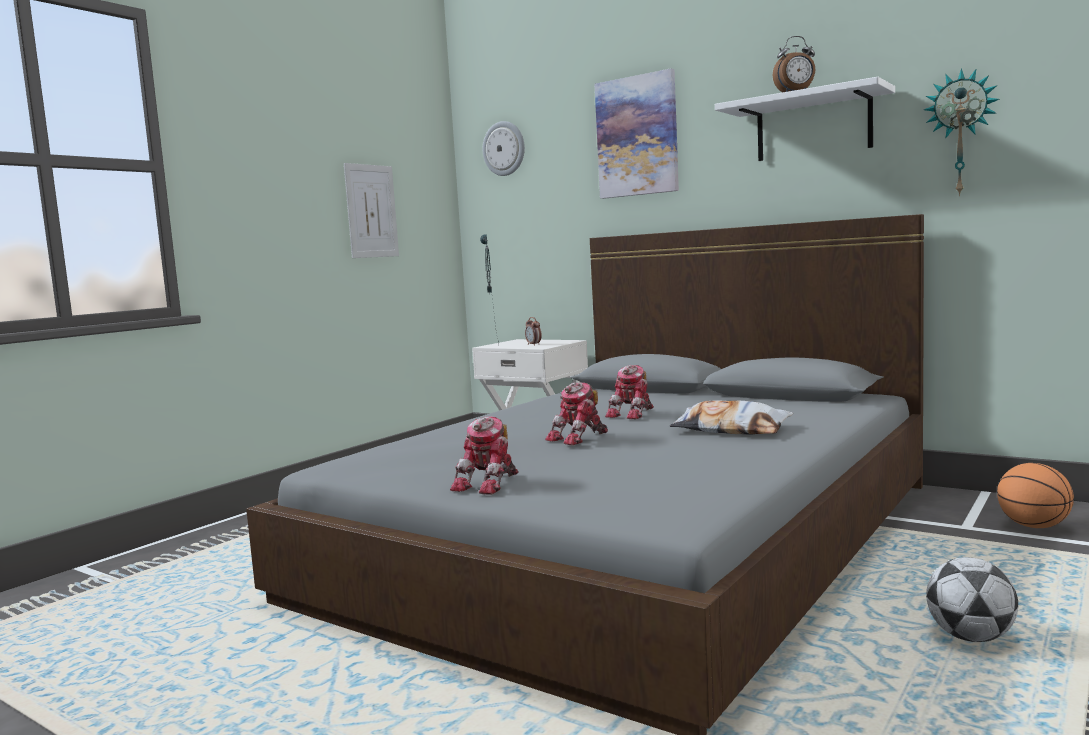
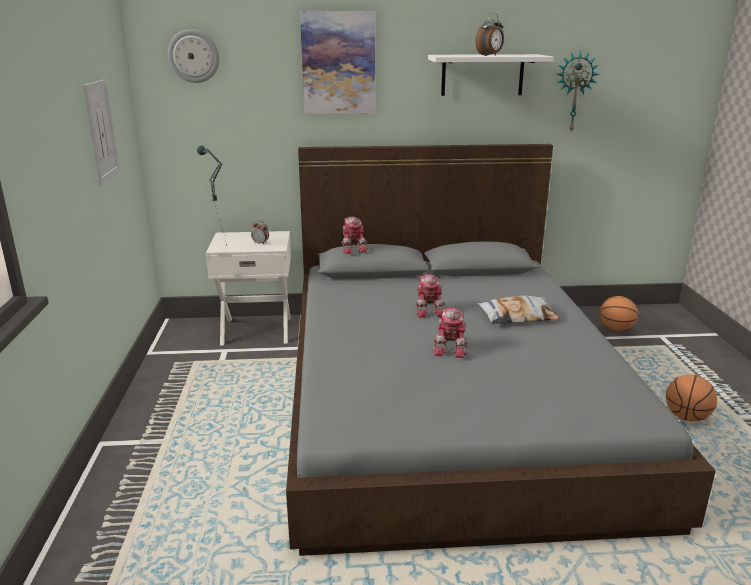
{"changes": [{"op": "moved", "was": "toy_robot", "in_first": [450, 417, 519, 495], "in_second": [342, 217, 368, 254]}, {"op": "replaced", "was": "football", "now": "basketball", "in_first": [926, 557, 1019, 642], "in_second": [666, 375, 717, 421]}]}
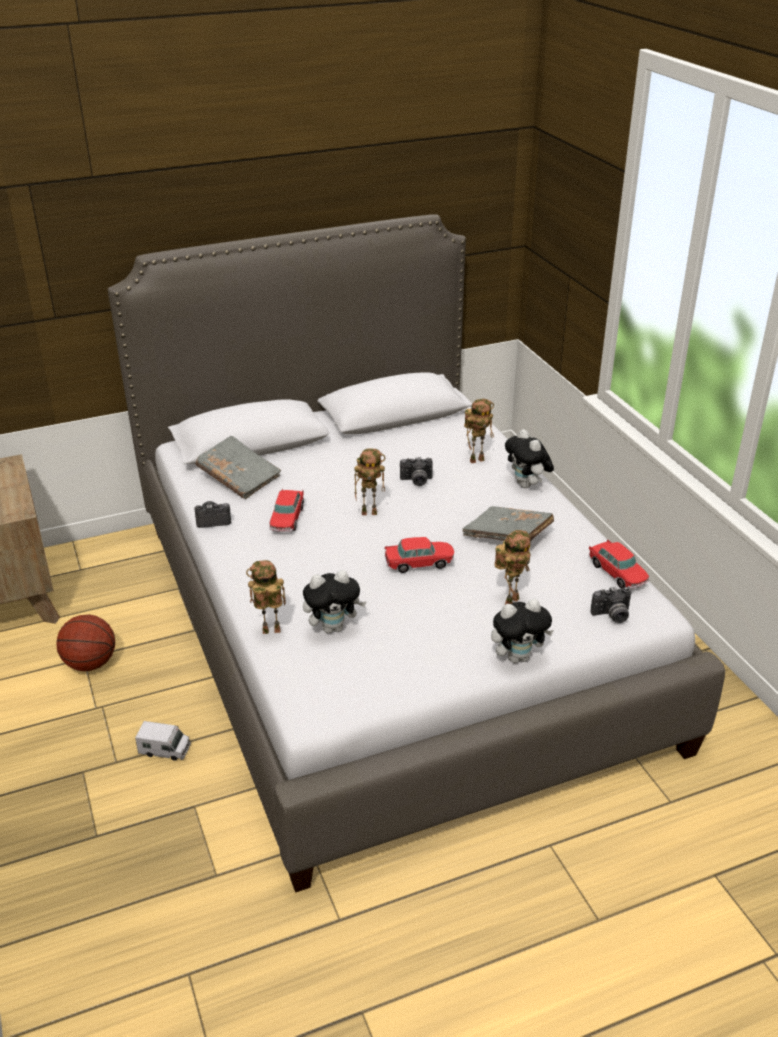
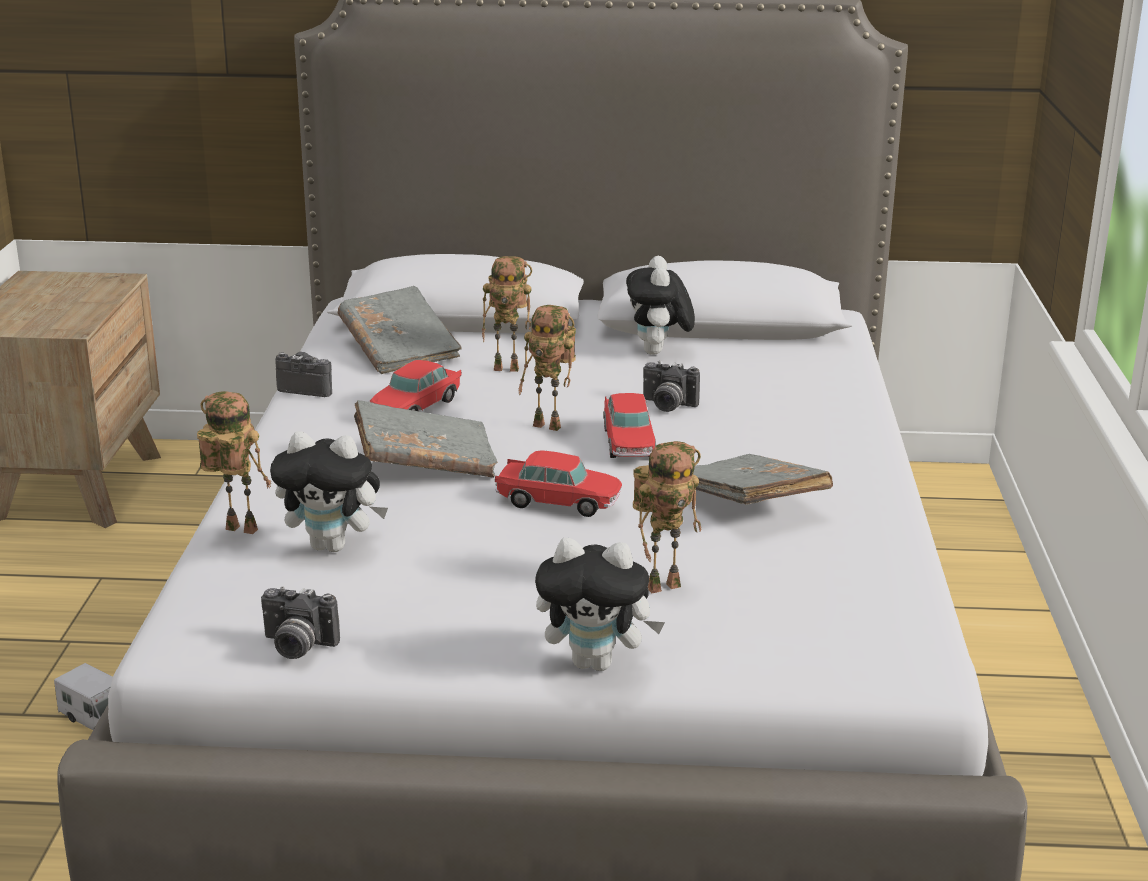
{"changes": [{"op": "removed", "was": "basketball", "in_first": [57, 614, 115, 671]}, {"op": "moved", "was": "toy_robot", "in_first": [464, 399, 494, 463], "in_second": [482, 256, 532, 372]}, {"op": "moved", "was": "plush_toy", "in_first": [505, 429, 554, 488], "in_second": [626, 256, 695, 355]}, {"op": "moved", "was": "toy_car", "in_first": [589, 539, 649, 589], "in_second": [603, 393, 656, 458]}, {"op": "moved", "was": "photo_camera", "in_first": [591, 587, 631, 623], "in_second": [261, 586, 340, 659]}, {"op": "added", "now": "grey_book", "in_second": [354, 400, 497, 478]}]}
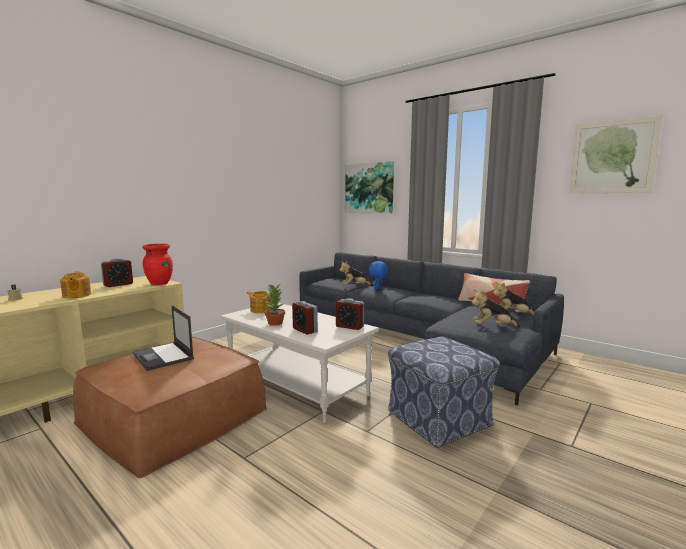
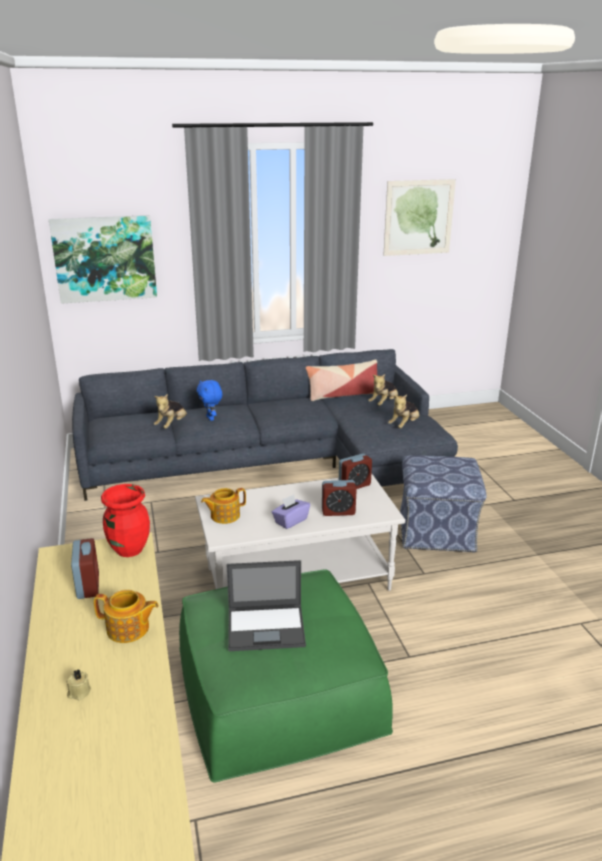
{"changes": [{"op": "recoloured", "was": "brown_ottoman", "now": "green_ottoman", "in_first": [73, 337, 267, 478], "in_second": [179, 569, 393, 783]}, {"op": "replaced", "was": "potted_plant", "now": "purple_tissue_box", "in_first": [265, 284, 285, 325], "in_second": [272, 494, 310, 529]}]}
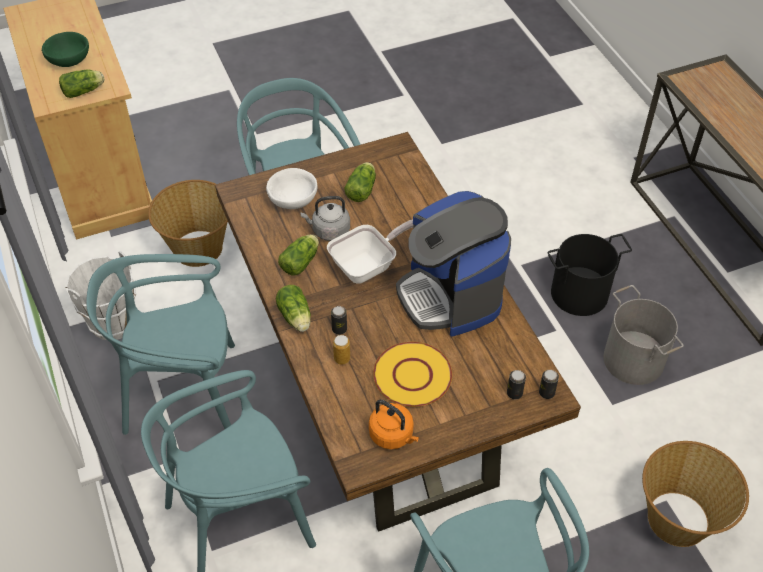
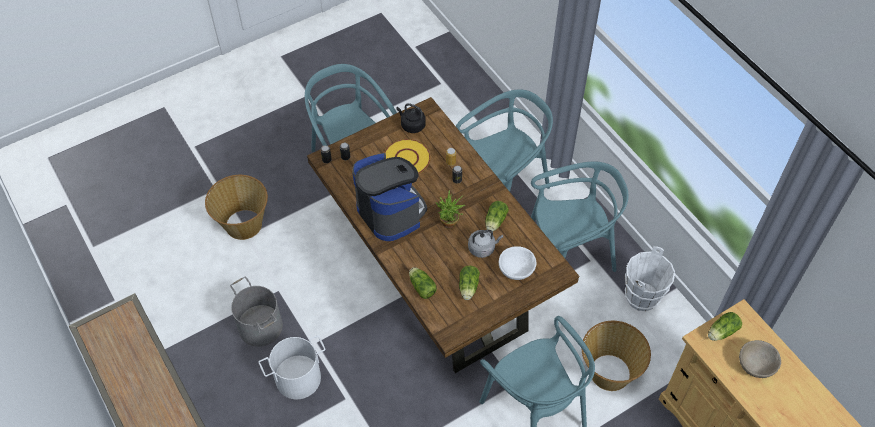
{"changes": [{"op": "recoloured", "was": "green_bowl", "now": "beige_bowl", "in_first": [42, 32, 89, 67], "in_second": [739, 340, 781, 378]}, {"op": "moved", "was": "lettuce", "in_first": [276, 285, 311, 332], "in_second": [409, 267, 437, 299]}, {"op": "replaced", "was": "frying_pan", "now": "potted_plant", "in_first": [327, 220, 414, 284], "in_second": [435, 190, 465, 229]}, {"op": "recoloured", "was": "orange_kettle", "now": "black_kettle", "in_first": [369, 400, 419, 449], "in_second": [396, 103, 426, 133]}, {"op": "recoloured", "was": "black_bucket", "now": "white_bucket", "in_first": [548, 234, 632, 316], "in_second": [258, 335, 325, 399]}]}
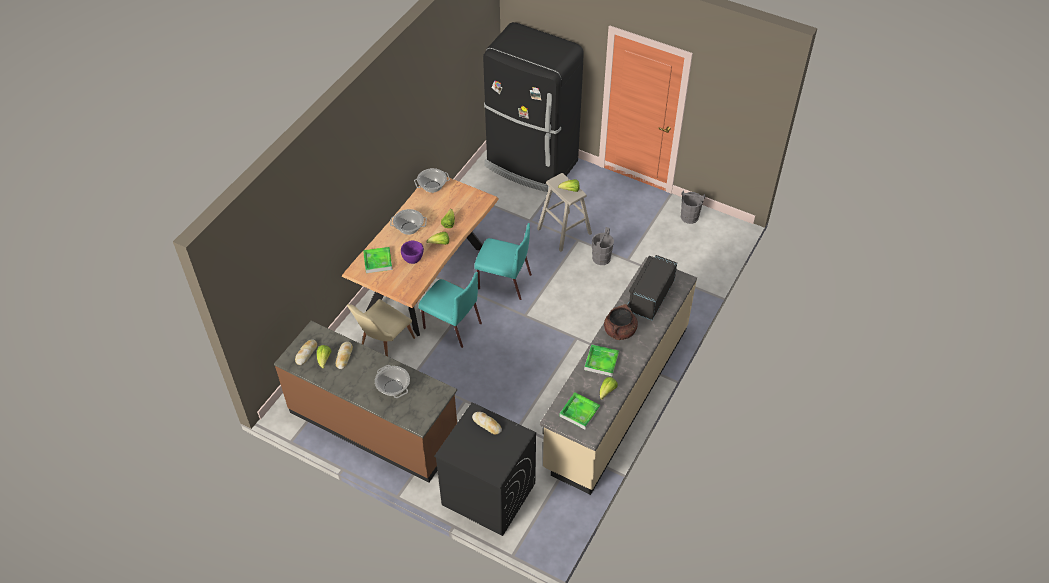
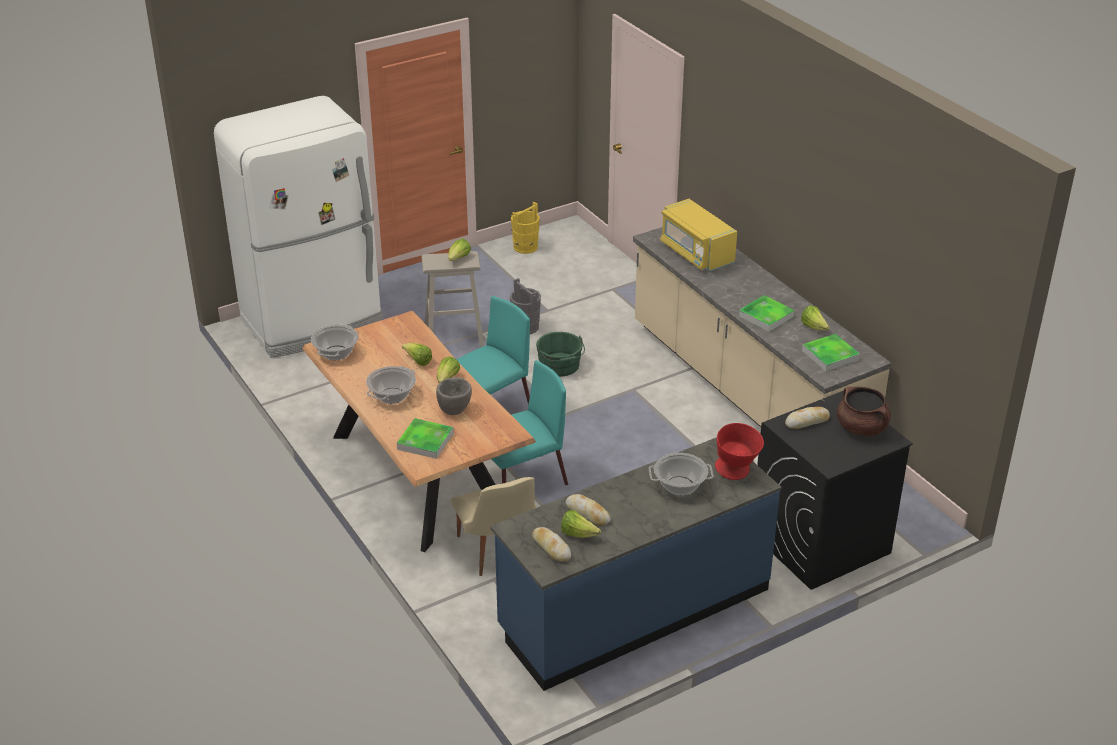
{"changes": [{"op": "recoloured", "was": "brown_counter", "now": "blue_counter", "in_first": [274, 321, 457, 483], "in_second": [490, 437, 781, 691]}, {"op": "recoloured", "was": "purple_bowl", "now": "grey_bowl", "in_first": [401, 241, 424, 264], "in_second": [436, 377, 472, 415]}, {"op": "recoloured", "was": "black_fridge", "now": "white_fridge", "in_first": [483, 22, 584, 193], "in_second": [214, 96, 383, 358]}, {"op": "moved", "was": "brown_cooking_pot", "in_first": [604, 304, 638, 340], "in_second": [837, 387, 891, 436]}, {"op": "recoloured", "was": "black_microwave", "now": "yellow_microwave", "in_first": [628, 255, 677, 320], "in_second": [660, 199, 737, 271]}, {"op": "recoloured", "was": "grey_bucket", "now": "yellow_bucket", "in_first": [681, 191, 705, 224], "in_second": [511, 202, 540, 254]}, {"op": "added", "now": "green_bucket", "in_second": [536, 332, 585, 377]}, {"op": "added", "now": "red_bowl", "in_second": [715, 423, 764, 480]}]}
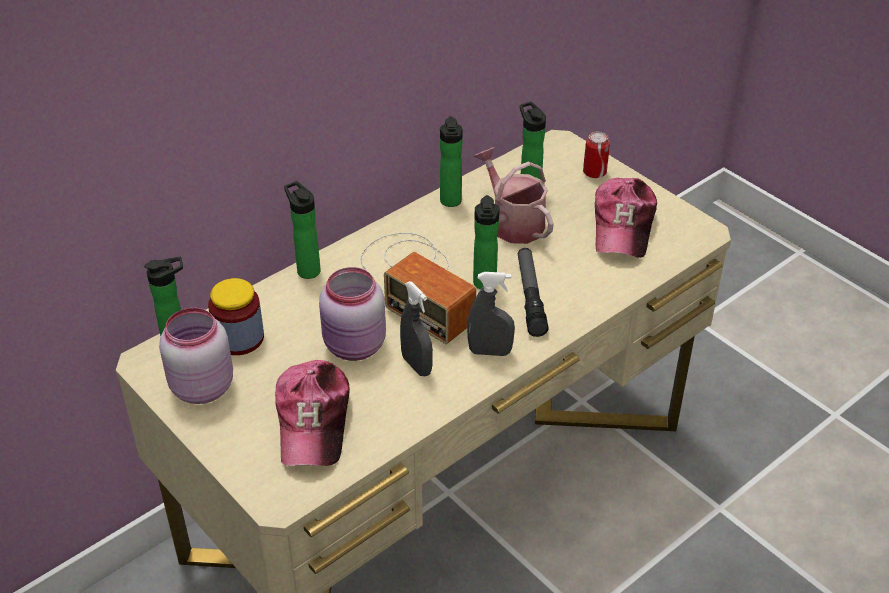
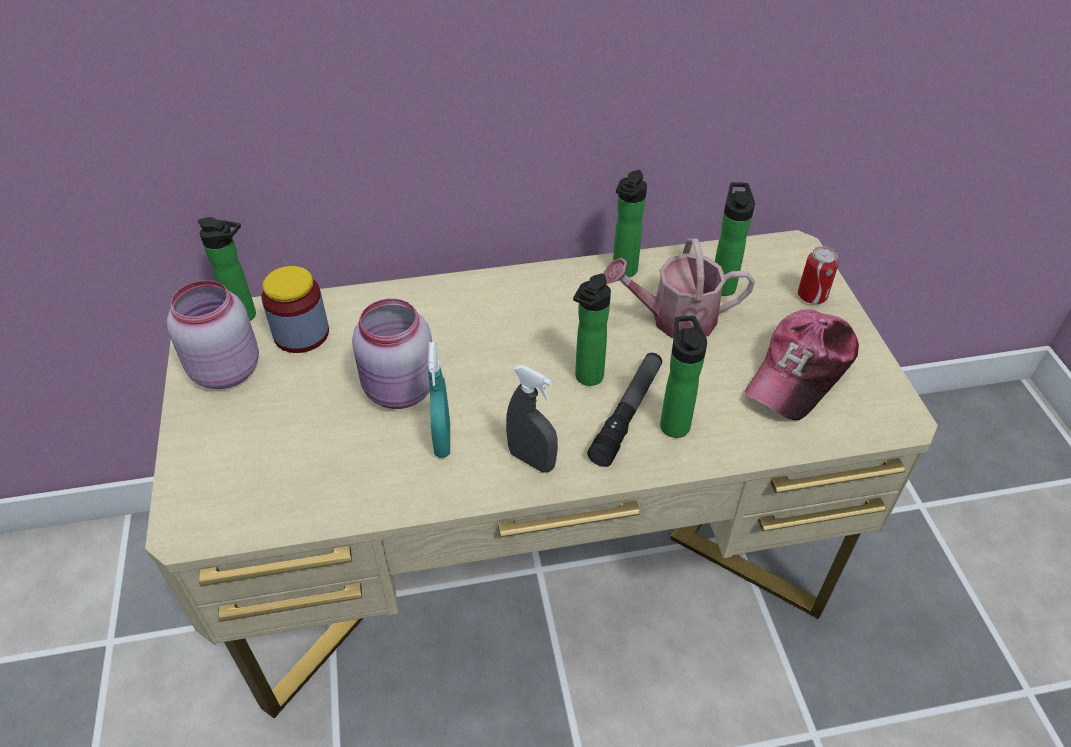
{"changes": [{"op": "removed", "was": "cap", "in_first": [275, 360, 350, 466]}, {"op": "moved", "was": "bottle", "in_first": [284, 181, 320, 279], "in_second": [660, 316, 707, 438]}, {"op": "removed", "was": "radio", "in_first": [360, 233, 476, 344]}, {"op": "recoloured", "was": "grey_spray_bottle", "now": "turquoise_spray_bottle", "in_first": [400, 281, 433, 376], "in_second": [428, 342, 450, 458]}, {"op": "turned", "was": "watering_can", "in_first": [474, 147, 554, 244], "in_second": [604, 238, 755, 338], "clockwise": -90}]}
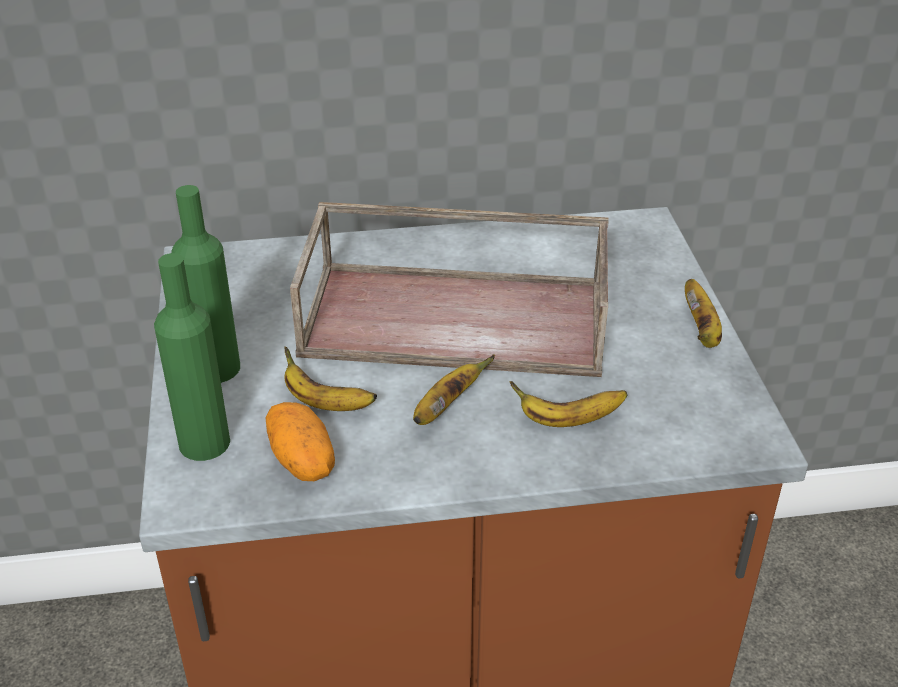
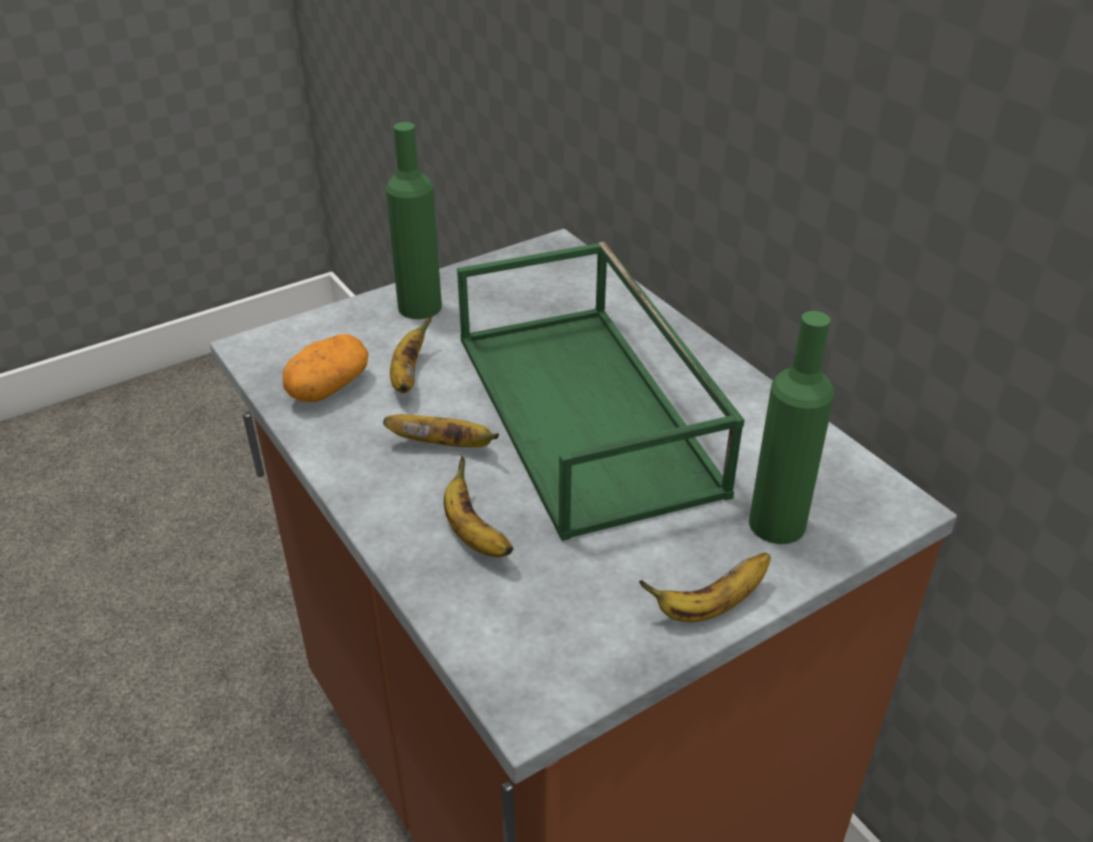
{"changes": [{"op": "moved", "was": "green_bottle", "in_first": [154, 253, 230, 461], "in_second": [749, 311, 834, 544]}, {"op": "recoloured", "was": "brown_tray", "now": "green_tray", "in_first": [290, 202, 609, 377], "in_second": [457, 242, 745, 541]}]}
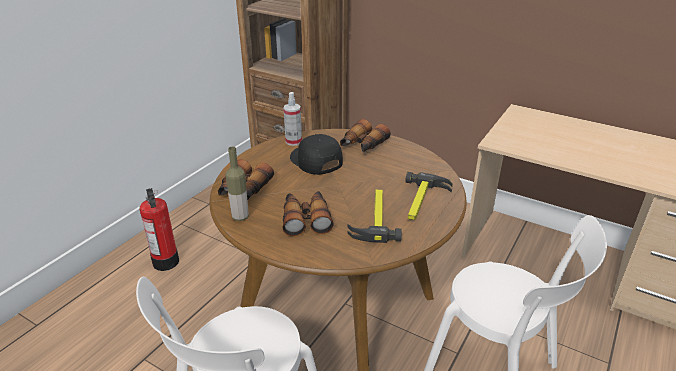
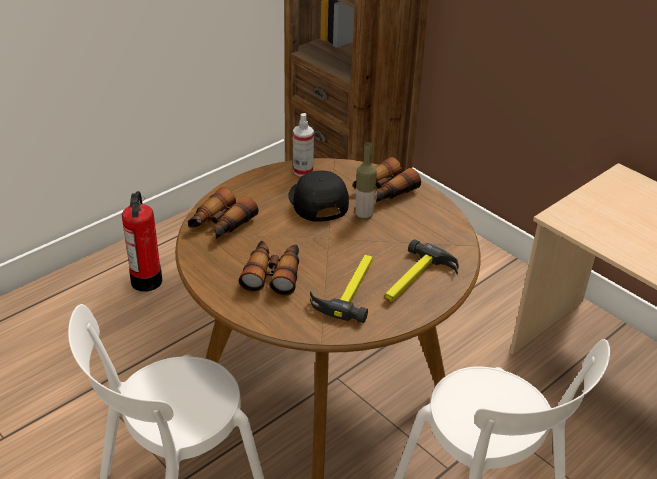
{"changes": [{"op": "moved", "was": "bottle", "in_first": [225, 147, 249, 221], "in_second": [355, 143, 377, 220]}]}
